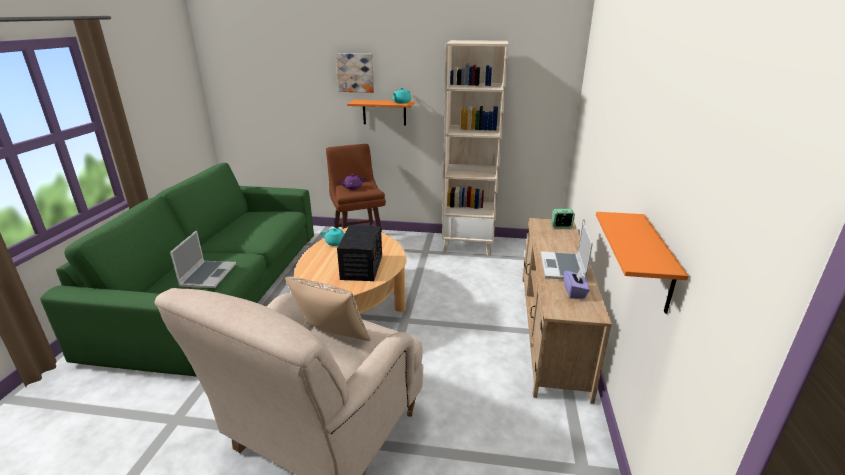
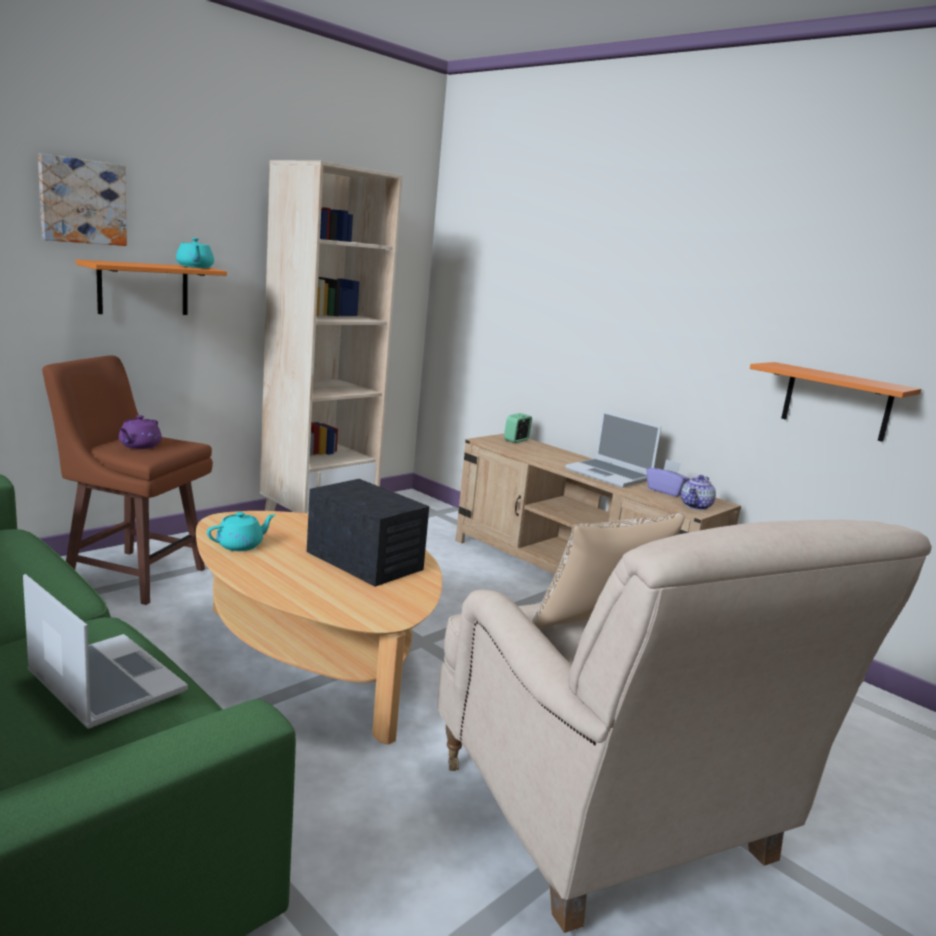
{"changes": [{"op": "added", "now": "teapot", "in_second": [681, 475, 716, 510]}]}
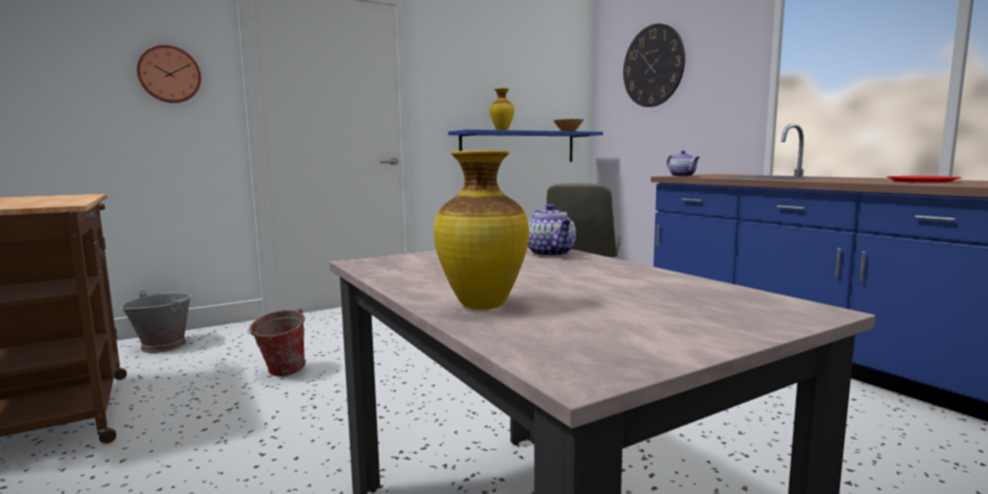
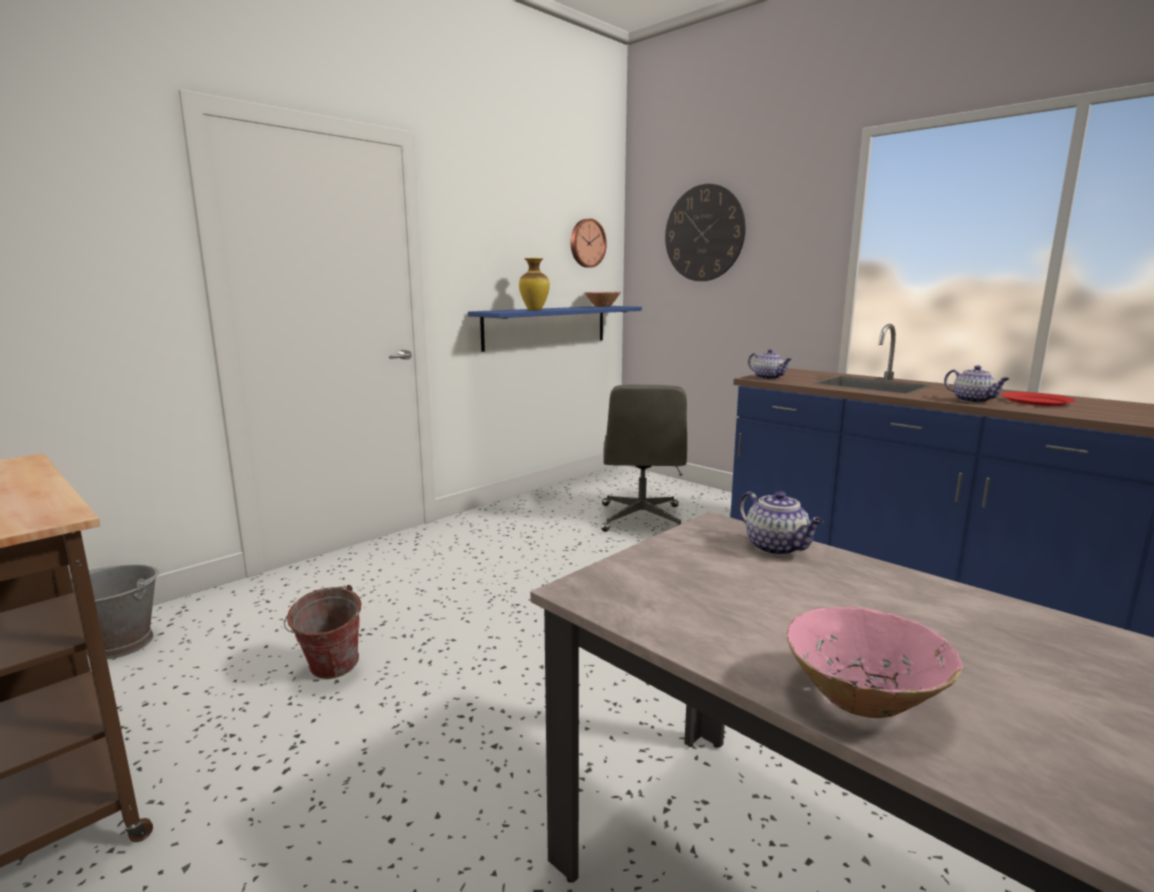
{"changes": [{"op": "moved", "was": "wall_clock", "in_first": [137, 45, 201, 103], "in_second": [571, 219, 607, 268]}, {"op": "replaced", "was": "vase", "now": "pink_bowl", "in_first": [434, 150, 529, 310], "in_second": [787, 606, 963, 718]}, {"op": "added", "now": "teapot", "in_second": [944, 365, 1010, 403]}]}
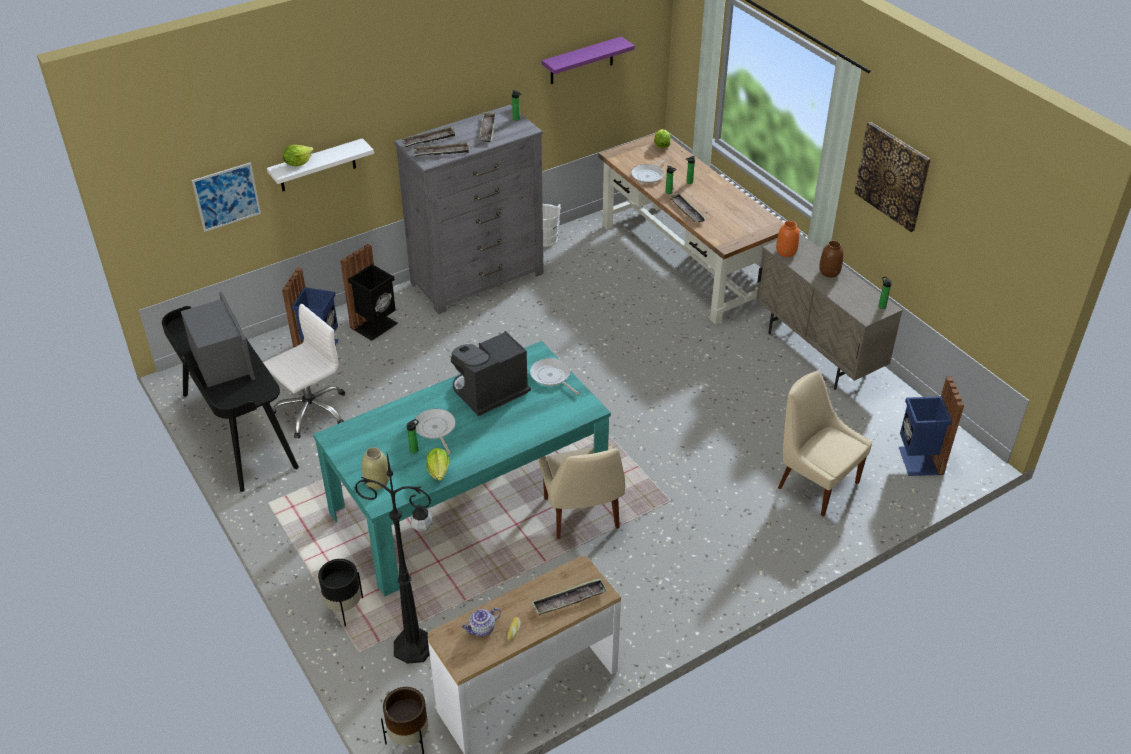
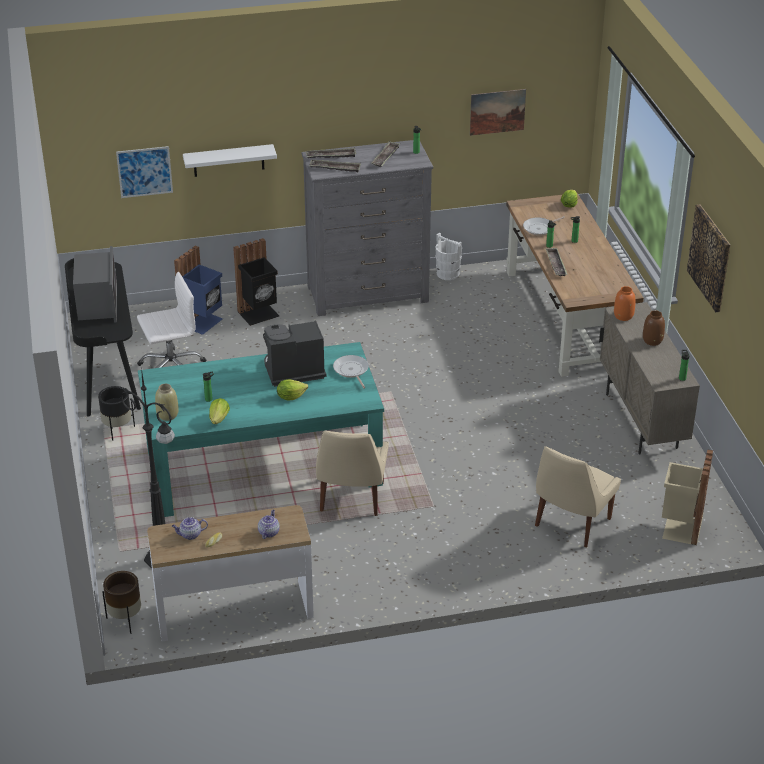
{"changes": [{"op": "moved", "was": "lettuce", "in_first": [283, 145, 314, 166], "in_second": [277, 379, 308, 400]}, {"op": "moved", "was": "black_planter", "in_first": [318, 559, 363, 626], "in_second": [98, 386, 135, 441]}, {"op": "removed", "was": "frying_pan", "in_first": [414, 409, 456, 454]}, {"op": "replaced", "was": "tray", "now": "teapot", "in_first": [532, 578, 607, 615], "in_second": [258, 510, 280, 539]}, {"op": "replaced", "was": "purple_shelf", "now": "picture", "in_first": [542, 36, 635, 84], "in_second": [470, 89, 526, 136]}, {"op": "turned", "was": "beige_chair", "in_first": [778, 371, 872, 517], "in_second": [535, 446, 621, 547], "clockwise": -120}, {"op": "recoloured", "was": "blue_trash_can", "now": "beige_trash_can", "in_first": [899, 377, 964, 476], "in_second": [662, 449, 713, 545]}]}
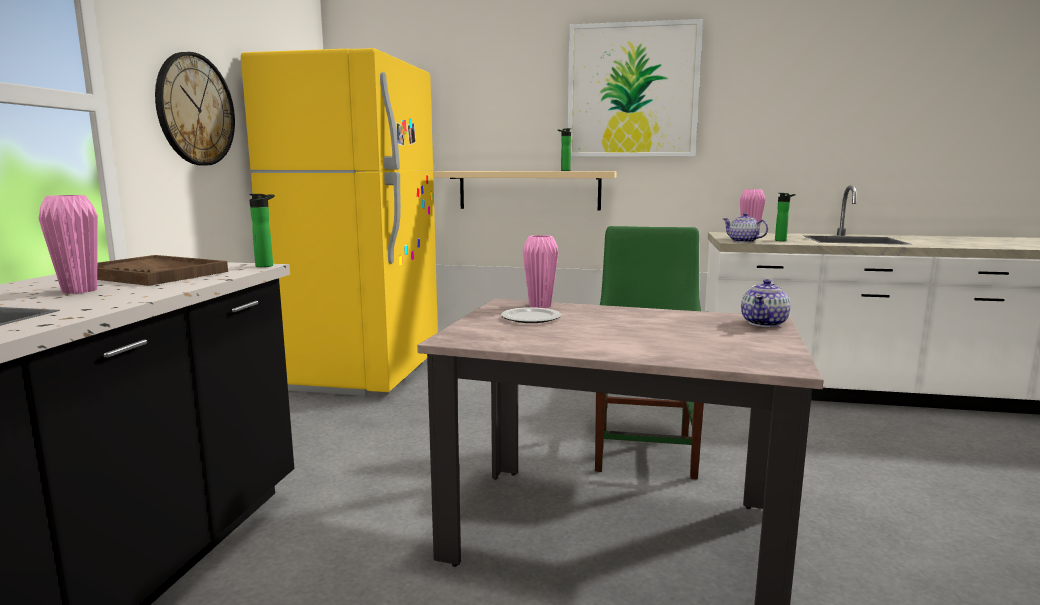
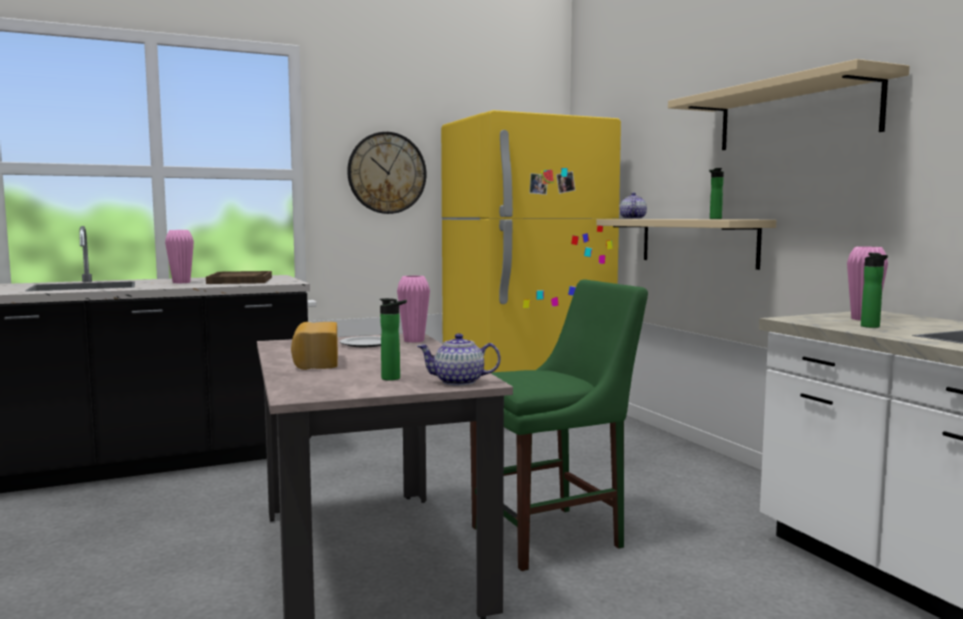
{"changes": [{"op": "moved", "was": "bottle", "in_first": [249, 194, 275, 267], "in_second": [380, 298, 407, 380]}, {"op": "replaced", "was": "picture", "now": "beige_shelf", "in_first": [568, 19, 703, 157], "in_second": [668, 59, 910, 150]}, {"op": "moved", "was": "teapot", "in_first": [723, 213, 769, 243], "in_second": [620, 192, 647, 219]}, {"op": "added", "now": "bread", "in_second": [291, 322, 338, 370]}]}
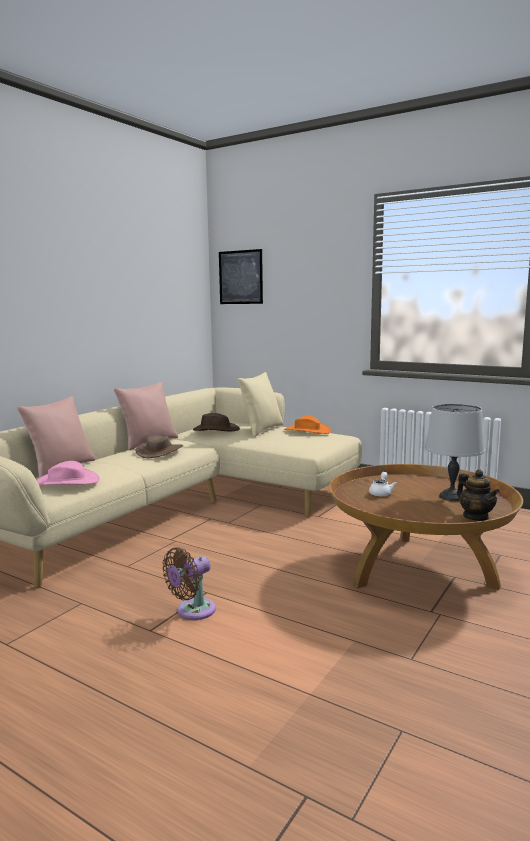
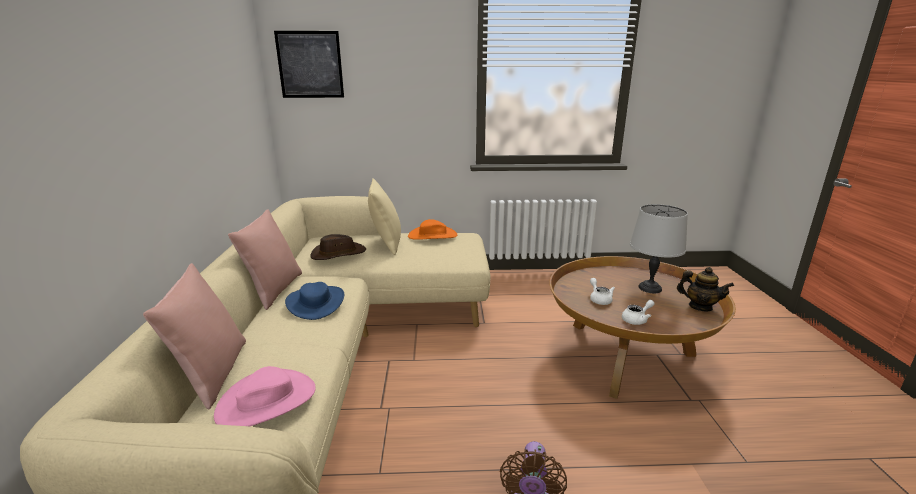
{"changes": [{"op": "recoloured", "was": "brown_hat", "now": "blue_hat", "in_first": [136, 435, 183, 458], "in_second": [285, 282, 344, 320]}, {"op": "added", "now": "white_teapot", "in_second": [622, 300, 654, 325]}]}
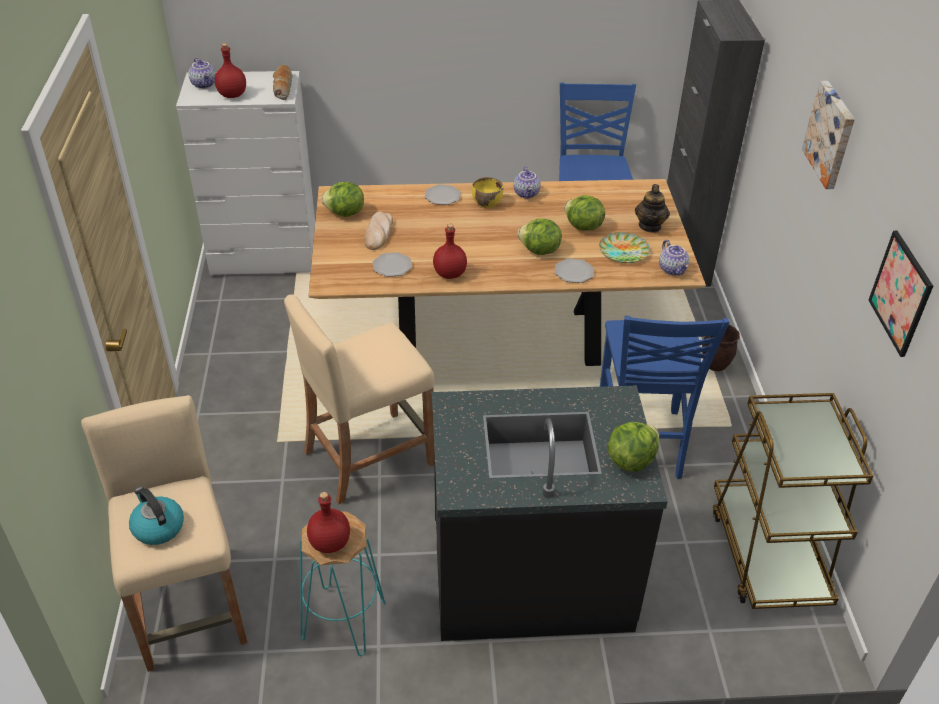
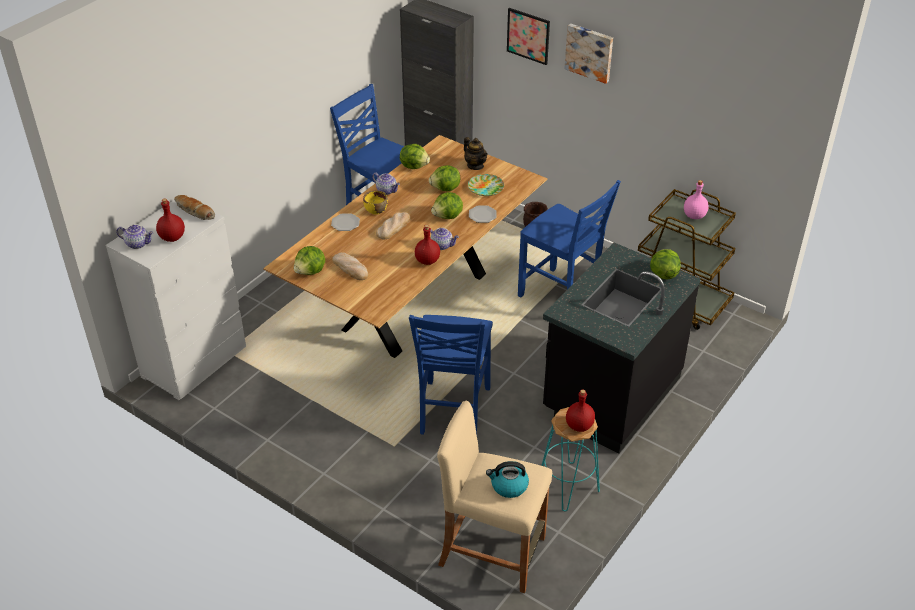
{"changes": [{"op": "replaced", "was": "beige_stool", "now": "blue_chair", "in_first": [284, 294, 434, 505], "in_second": [409, 315, 493, 435]}, {"op": "removed", "was": "plate", "in_first": [373, 252, 412, 277]}, {"op": "moved", "was": "teapot", "in_first": [659, 240, 689, 276], "in_second": [430, 228, 459, 250]}, {"op": "moved", "was": "picture", "in_first": [868, 231, 933, 357], "in_second": [507, 8, 550, 65]}, {"op": "added", "now": "bread", "in_second": [376, 212, 411, 240]}, {"op": "added", "now": "lettuce", "in_second": [400, 144, 430, 169]}, {"op": "added", "now": "pink_bottle", "in_second": [684, 180, 709, 219]}]}
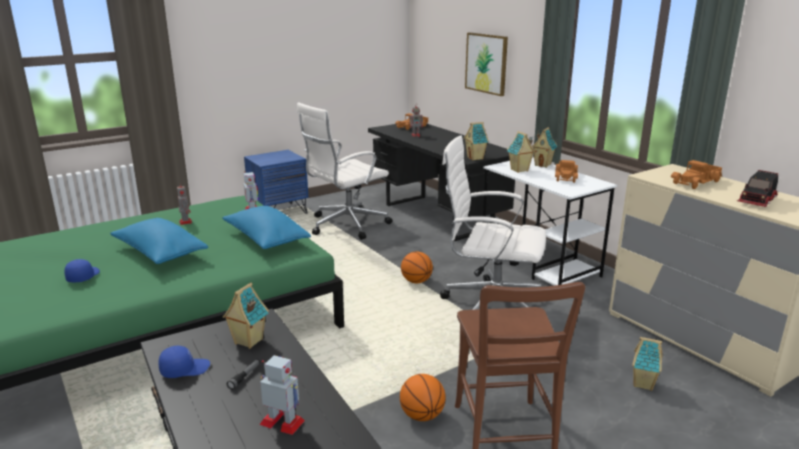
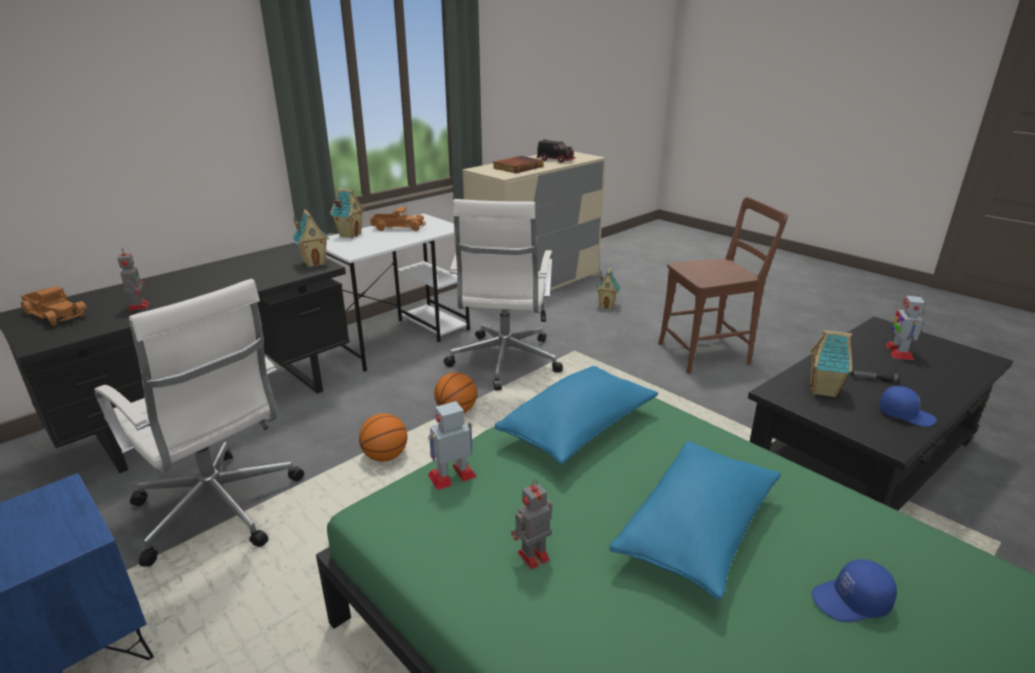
{"changes": [{"op": "turned", "was": "blue_cap", "in_first": [158, 346, 210, 378], "in_second": [879, 386, 937, 427], "clockwise": 150}, {"op": "moved", "was": "basketball", "in_first": [400, 374, 446, 421], "in_second": [359, 413, 407, 462]}, {"op": "removed", "was": "picture", "in_first": [465, 32, 508, 96]}, {"op": "removed", "was": "toy_house", "in_first": [507, 131, 535, 173]}, {"op": "replaced", "was": "toy_truck", "now": "book", "in_first": [671, 160, 722, 189], "in_second": [493, 156, 544, 173]}]}
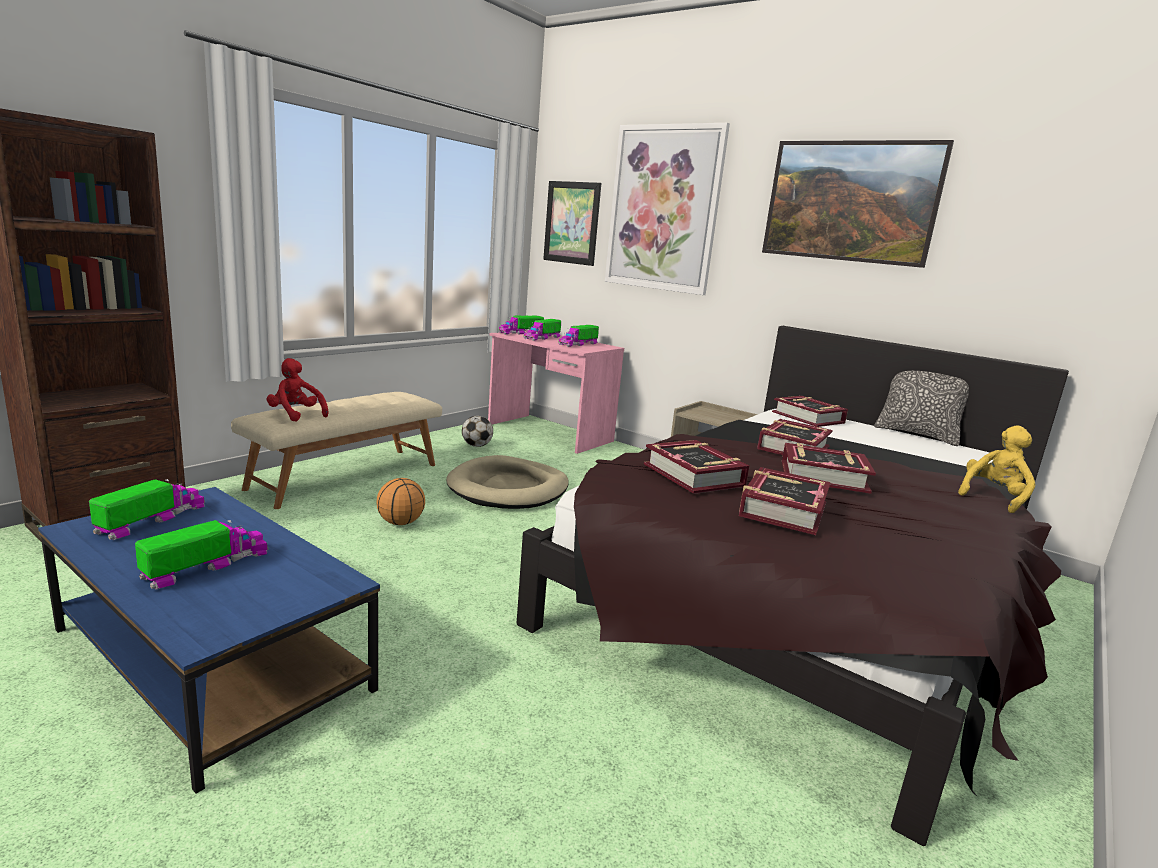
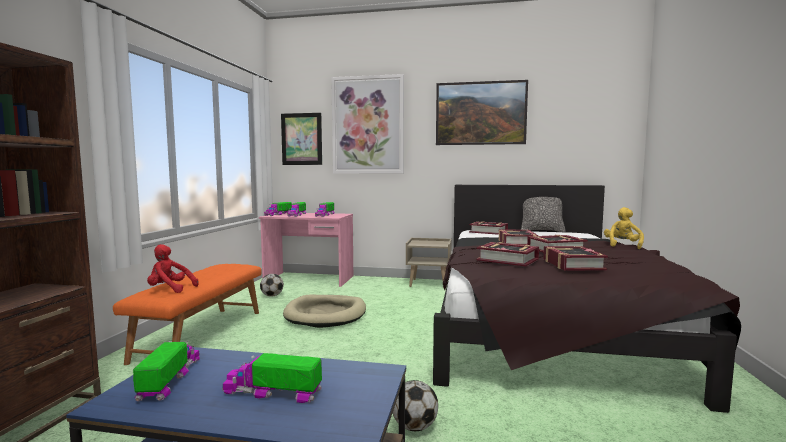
{"changes": [{"op": "turned", "was": "toy_truck", "in_first": [135, 520, 269, 590], "in_second": [222, 353, 322, 403], "clockwise": -90}, {"op": "recoloured", "was": "beige_bench", "now": "orange_bench", "in_first": [231, 392, 442, 509], "in_second": [113, 264, 262, 365]}, {"op": "removed", "was": "basketball", "in_first": [377, 478, 425, 525]}, {"op": "added", "now": "football", "in_second": [393, 380, 438, 431]}]}
